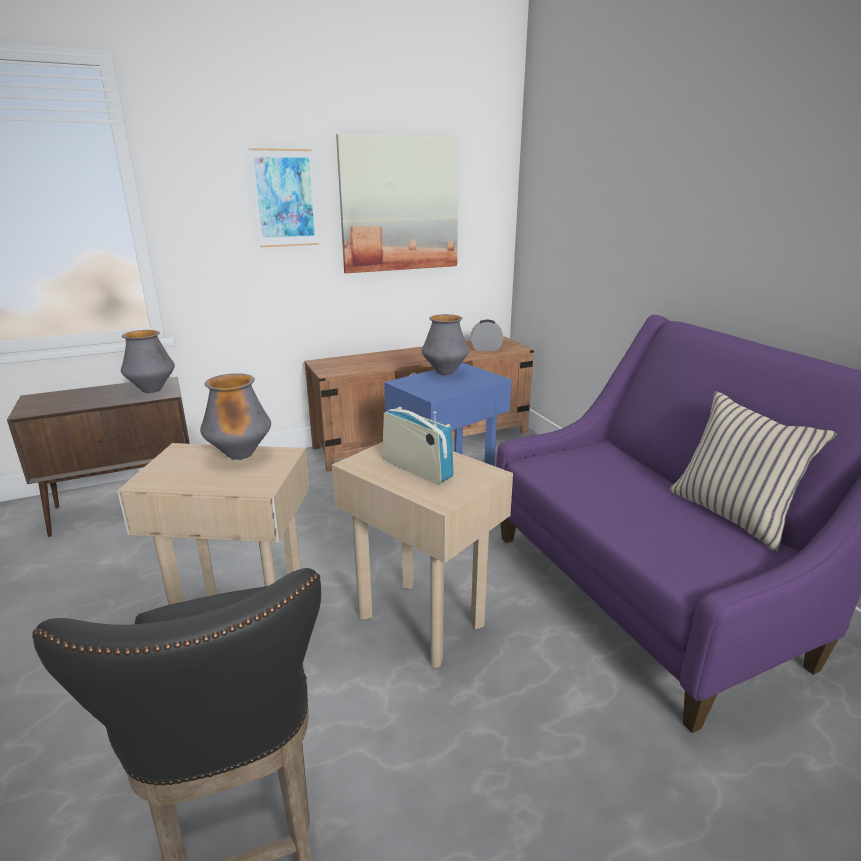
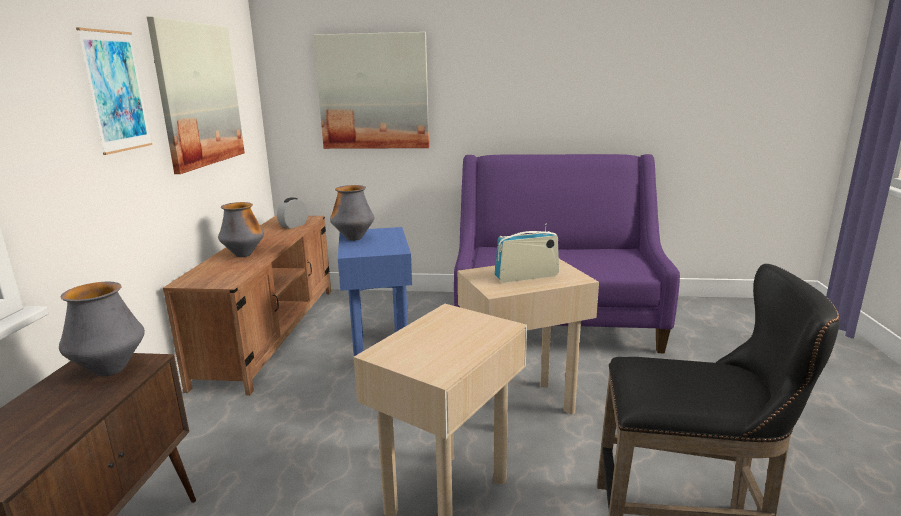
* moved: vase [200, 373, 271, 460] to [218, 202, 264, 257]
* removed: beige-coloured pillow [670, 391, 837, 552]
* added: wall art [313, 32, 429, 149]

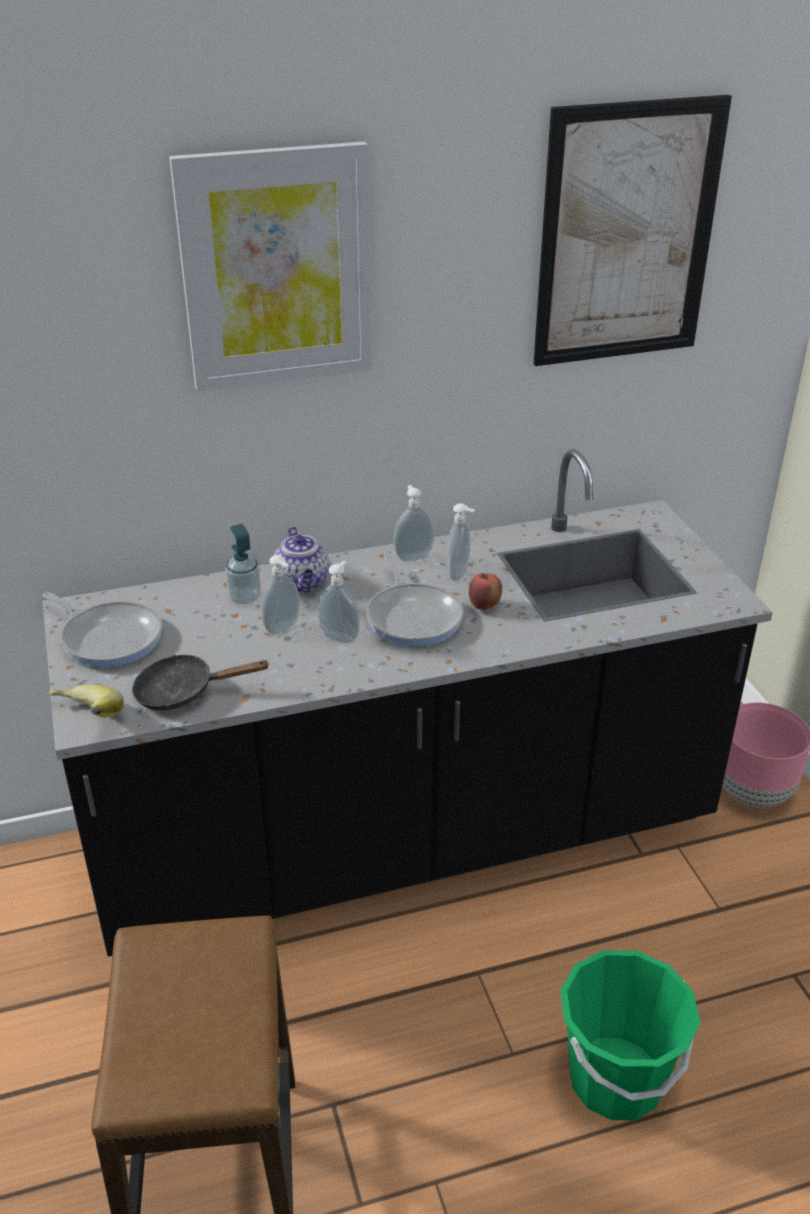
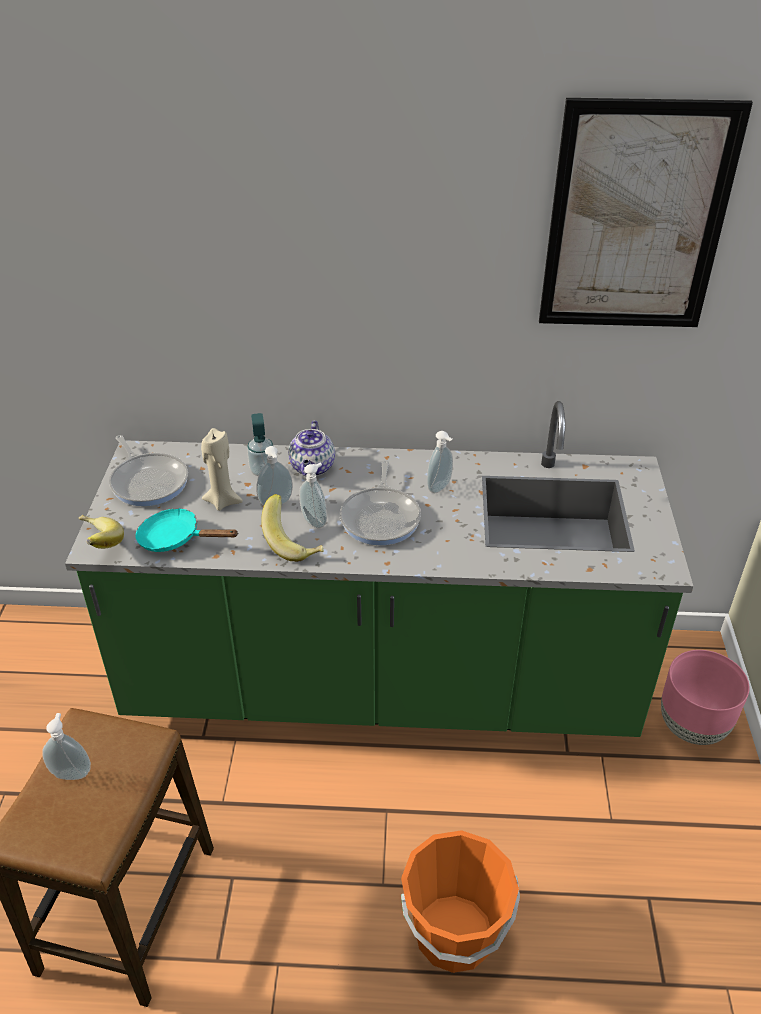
* removed: wall art [169, 142, 372, 391]
* recoloured: blackish kitchen base unit [42, 449, 773, 957] to greenish kitchen base unit [65, 401, 693, 737]
* moved: soap bottle [394, 485, 434, 561] to [42, 713, 91, 780]
* removed: apple [469, 573, 502, 610]
* recoloured: blackish frying pan [132, 655, 270, 710] to blue-green frying pan [136, 508, 238, 552]
* recoloured: greenish pail [560, 951, 700, 1120] to orange-coloured pail [401, 830, 520, 973]
* added: beige-coloured wax light [201, 428, 243, 511]
* added: banana fruit [261, 494, 324, 562]

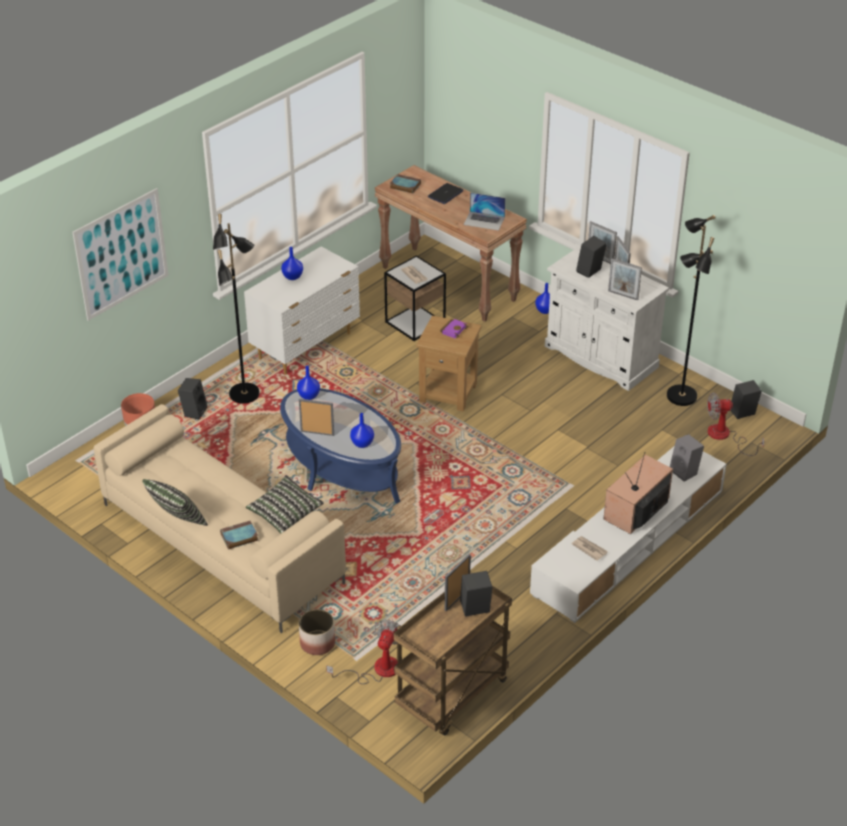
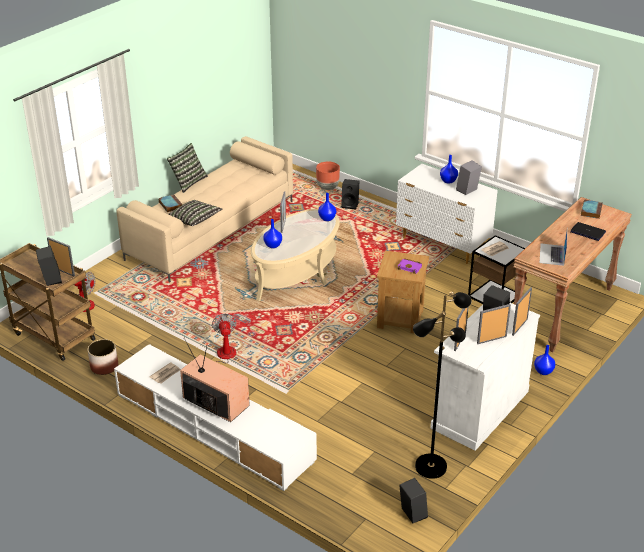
* removed: wall art [72, 188, 169, 321]
* removed: blackish standard lamp [213, 214, 260, 404]
* recoloured: bluish coffee table [280, 388, 401, 504] to beige-coloured coffee table [251, 209, 340, 301]
* moved: electric fan [707, 392, 765, 456] to [190, 313, 237, 363]
* moved: grey audio speaker [670, 434, 704, 482] to [456, 160, 482, 195]
* moved: plant pot [299, 609, 335, 655] to [88, 339, 118, 375]

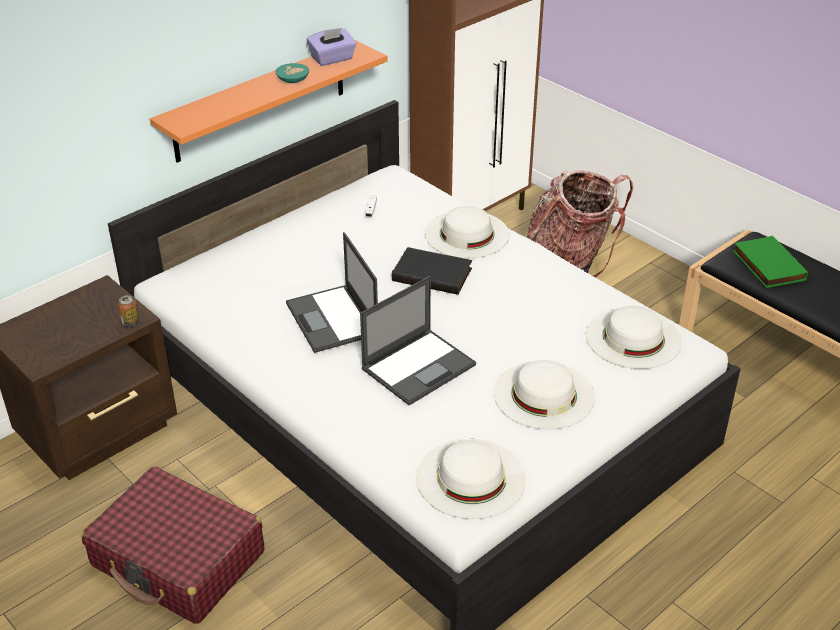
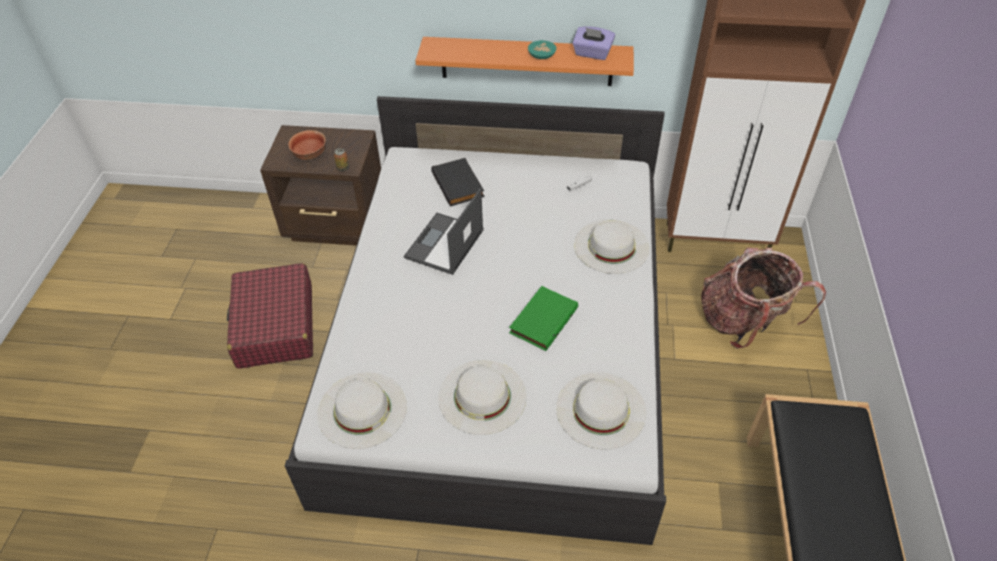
* moved: greenish bound book [733, 236, 808, 288] to [509, 286, 578, 351]
* moved: blackish bound book [392, 247, 472, 295] to [431, 158, 484, 207]
* removed: notebook computer [360, 276, 476, 406]
* added: serving bowl [288, 130, 326, 160]

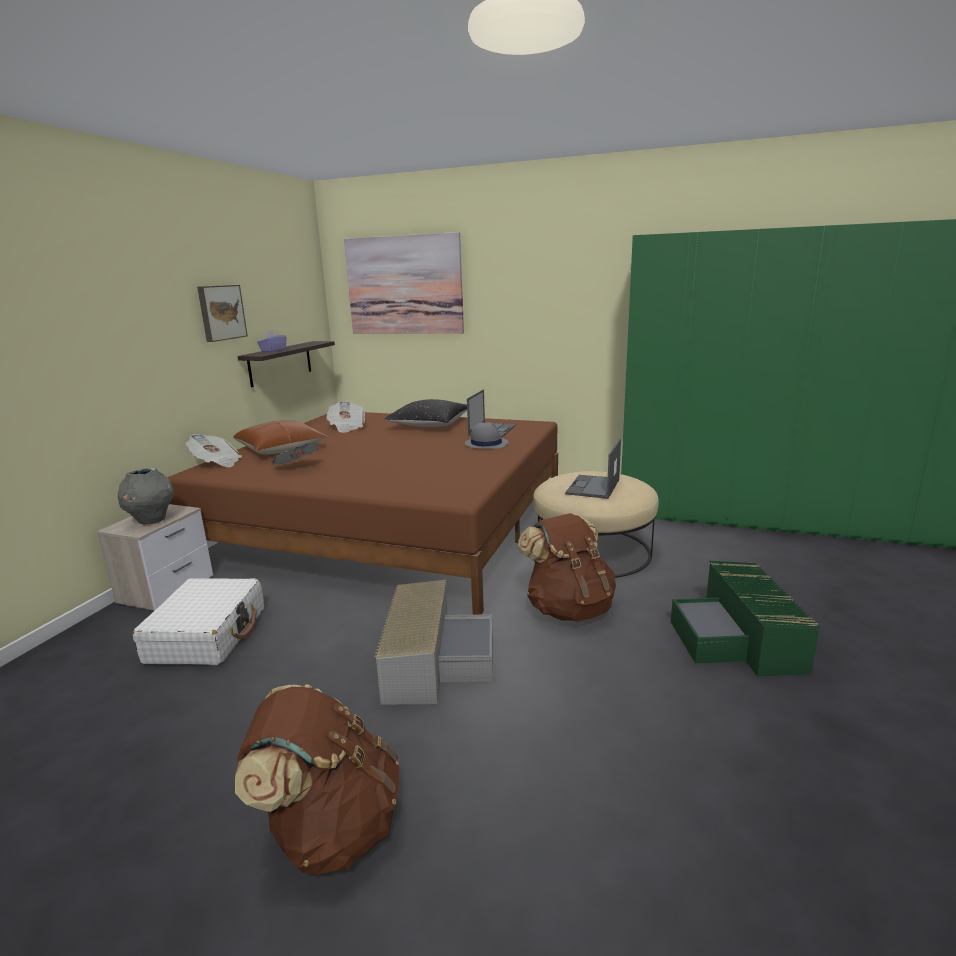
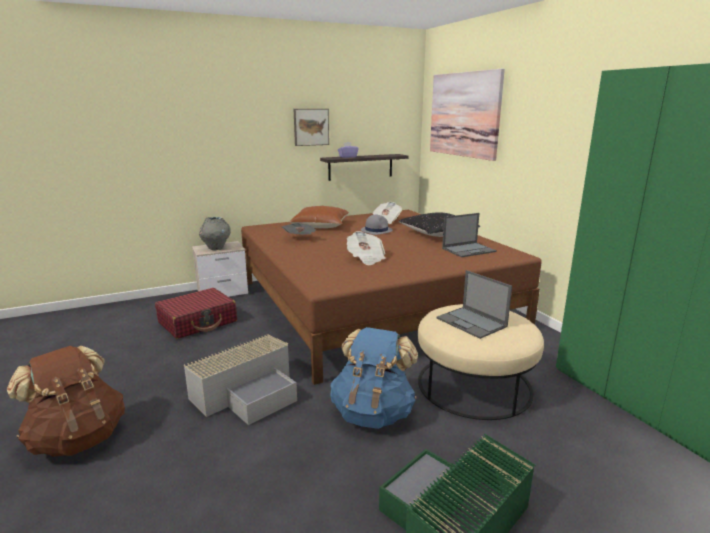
* moved: grey wearable hat [465, 422, 508, 449] to [361, 214, 393, 235]
* moved: printed paper [186, 434, 242, 467] to [347, 231, 386, 265]
* turned: notebook computer [565, 439, 621, 499] = [436, 270, 512, 339] 105 degrees counterclockwise
* recoloured: brown-coloured backpack [518, 513, 616, 622] to bluish backpack [330, 327, 418, 429]
* recoloured: white-coloured piece of luggage [133, 578, 264, 665] to reddish piece of luggage [155, 288, 237, 339]

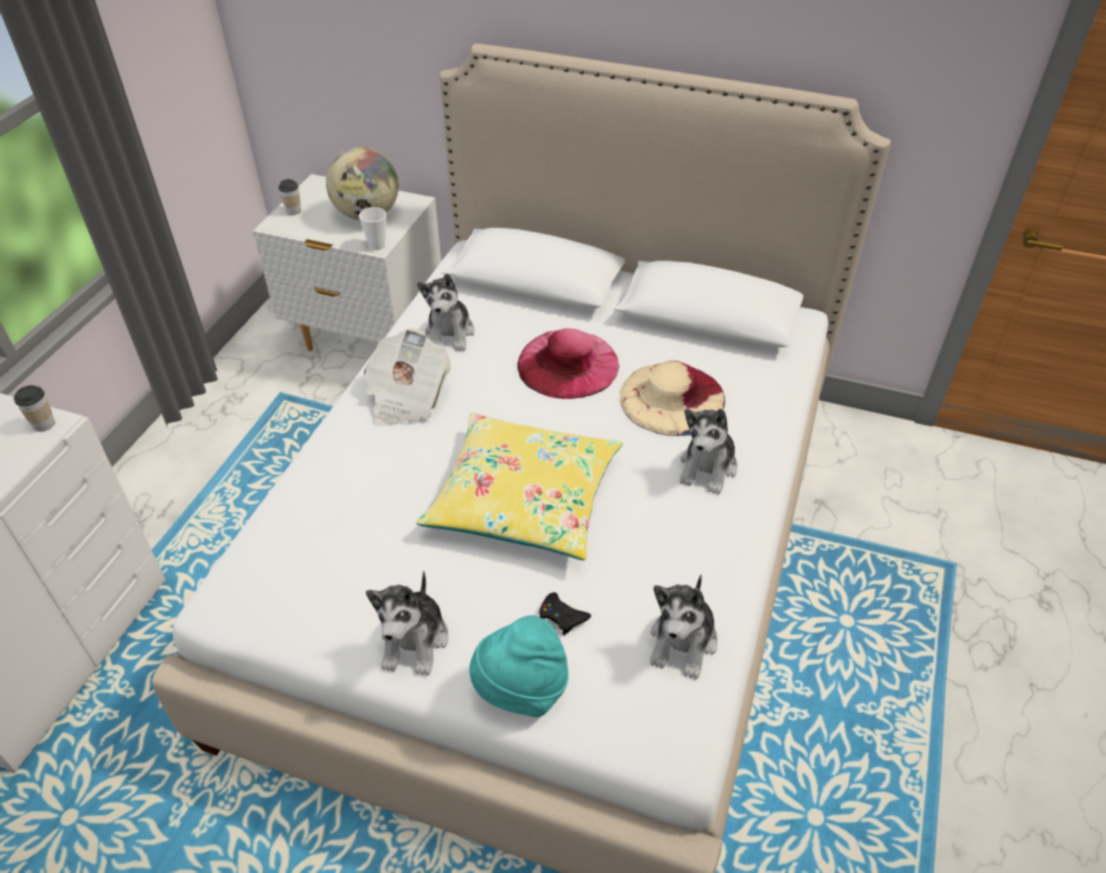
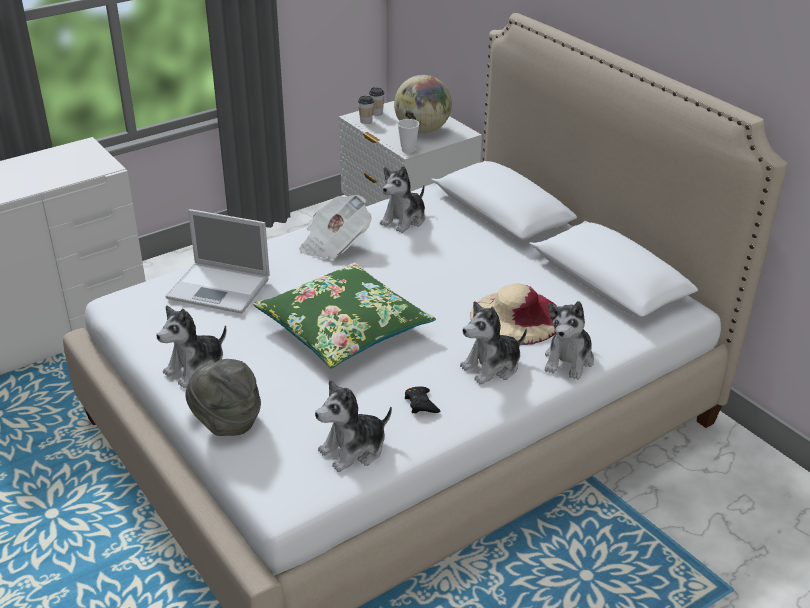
* removed: pinkish wearable hat [518, 328, 620, 399]
* moved: drinking cup [14, 385, 55, 432] to [358, 96, 374, 124]
* recoloured: yellow pillow [416, 413, 623, 560] to greenish pillow [253, 262, 436, 368]
* moved: blackish gamepad [539, 592, 591, 635] to [405, 387, 440, 414]
* recoloured: blue-green wearable hat [470, 615, 569, 717] to grey wearable hat [186, 359, 261, 436]
* added: notebook computer [165, 209, 270, 314]
* added: cuddly toy [545, 301, 594, 380]

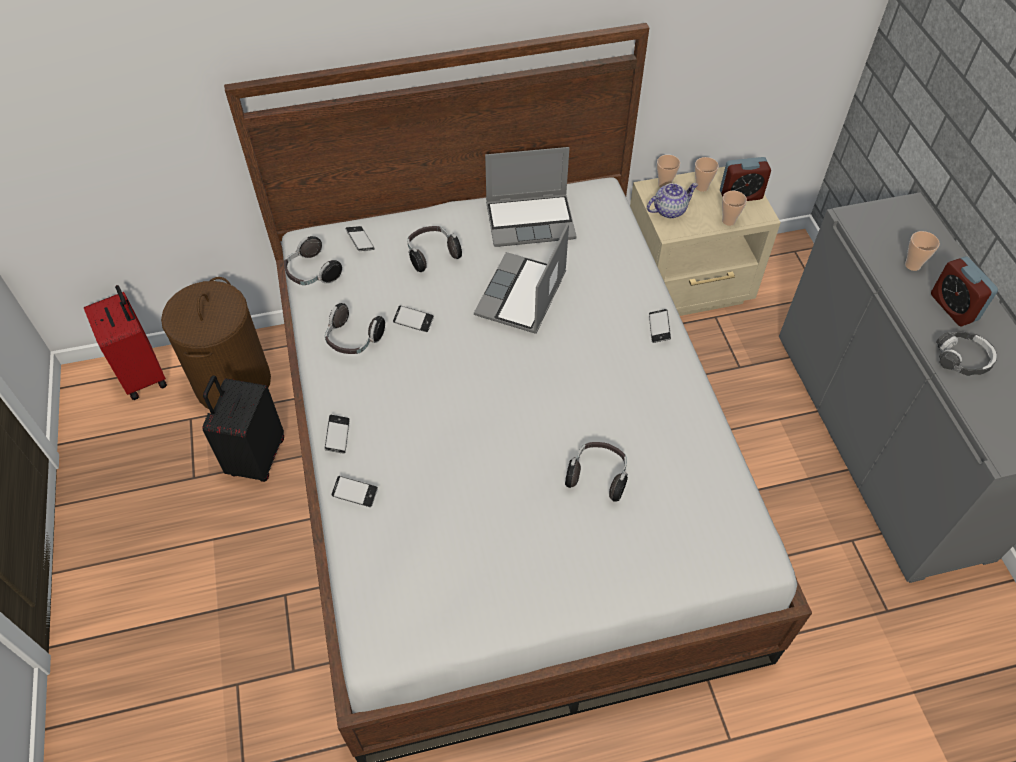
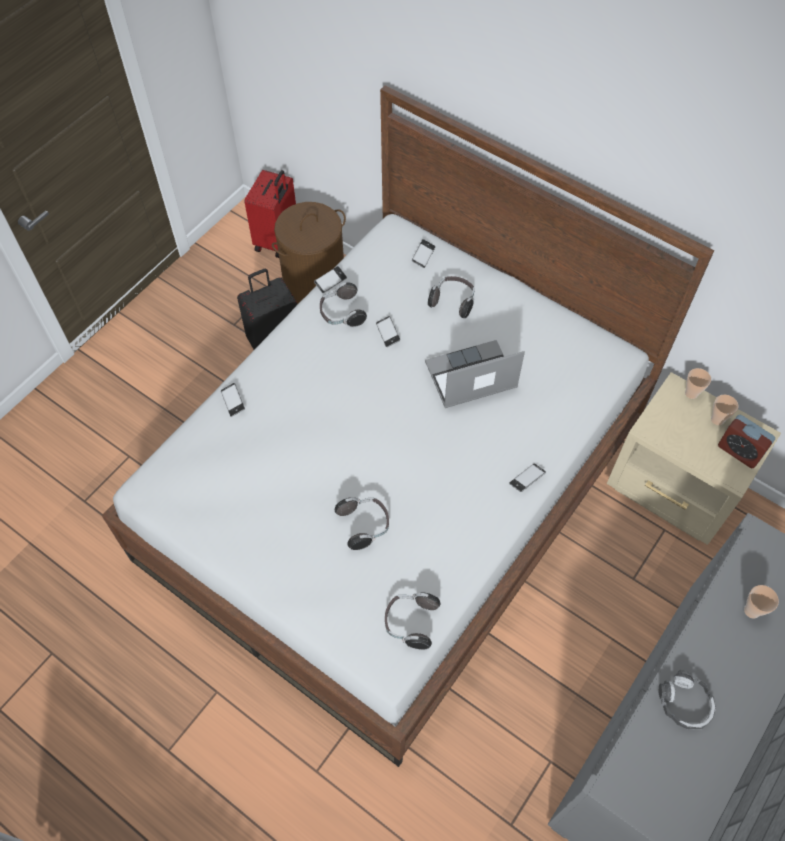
* removed: notebook computer [485, 147, 577, 247]
* removed: pot for tea [647, 183, 698, 218]
* removed: drinking cup [722, 191, 747, 226]
* moved: headset [284, 236, 342, 285] to [385, 592, 440, 650]
* removed: table clock [931, 256, 998, 327]
* moved: phone [325, 415, 350, 454] to [314, 266, 347, 293]

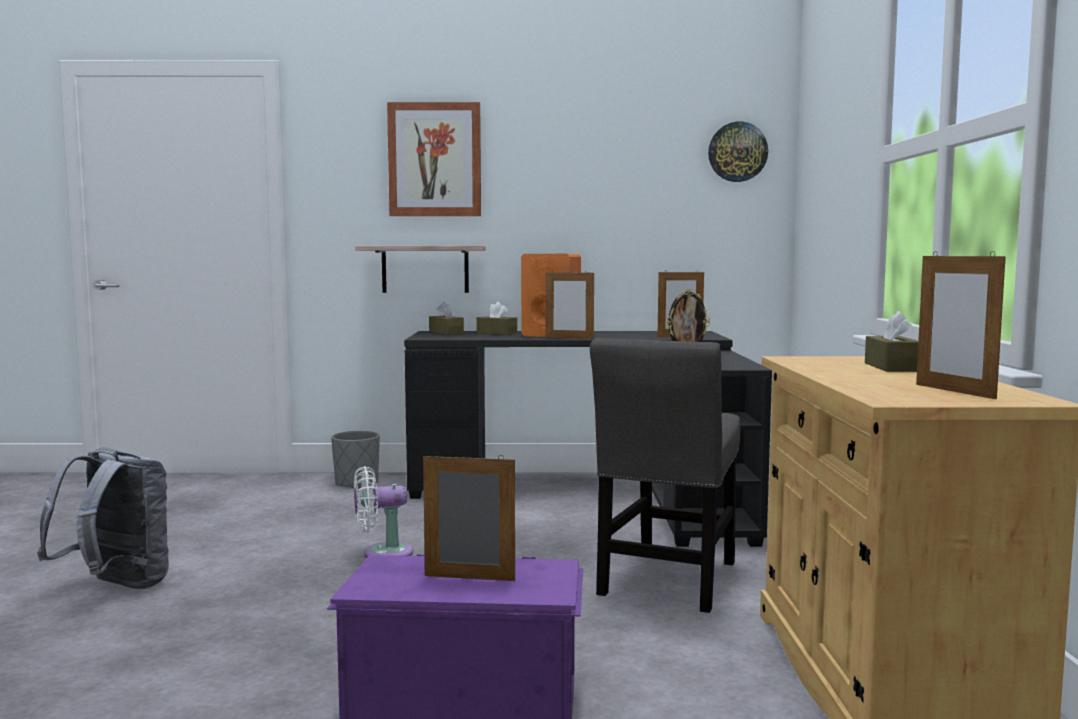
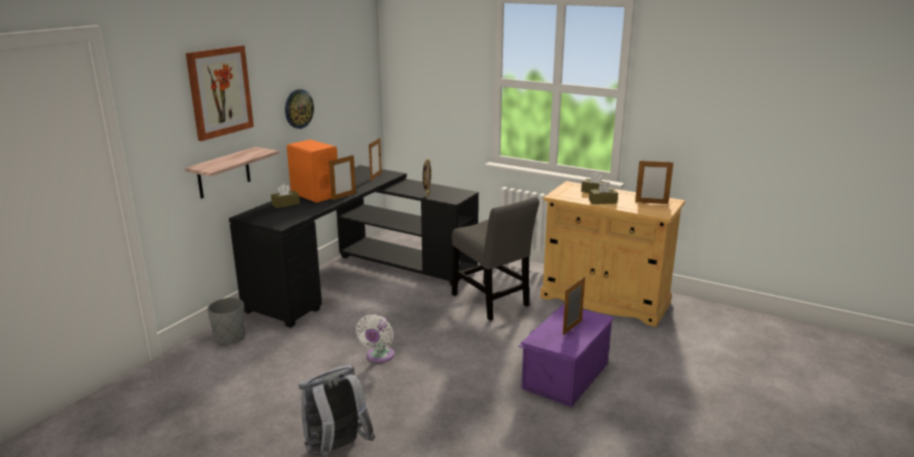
* moved: wall clock [708, 122, 768, 182] to [285, 89, 314, 129]
* moved: brown-coloured box of tissues [429, 302, 464, 335] to [589, 181, 618, 204]

